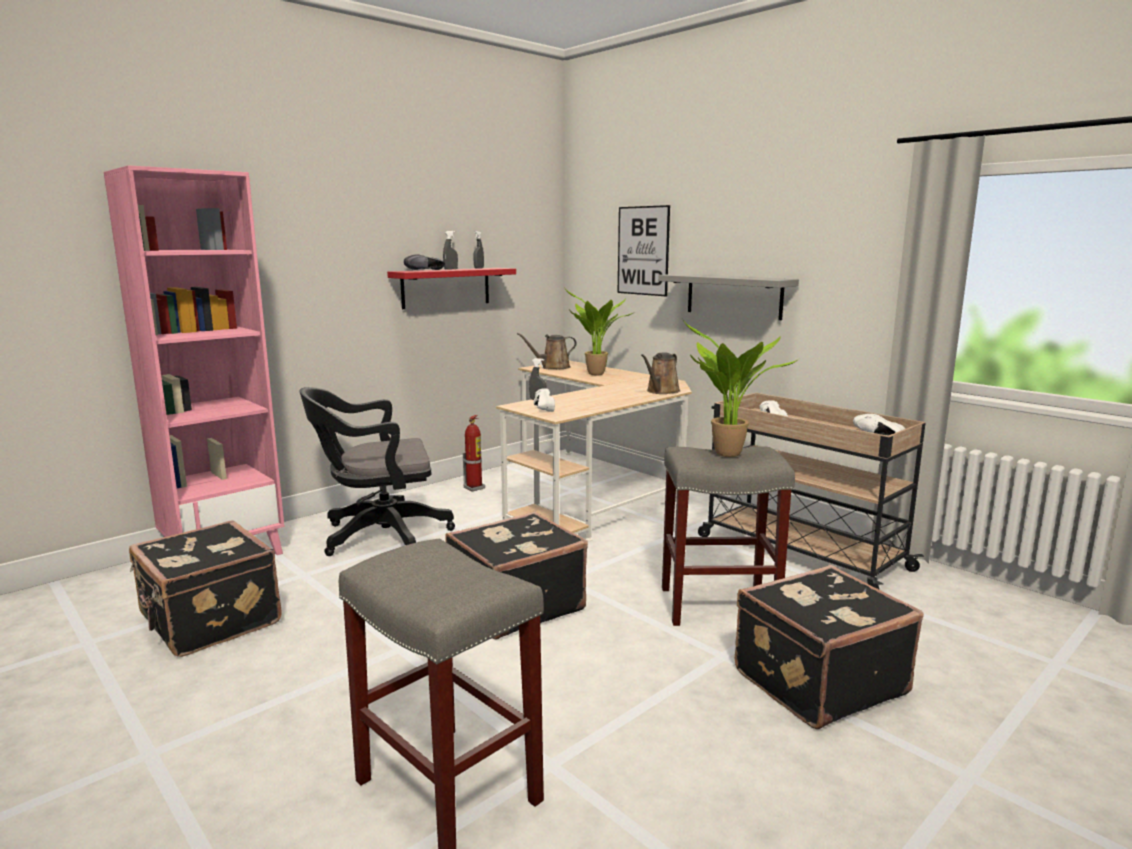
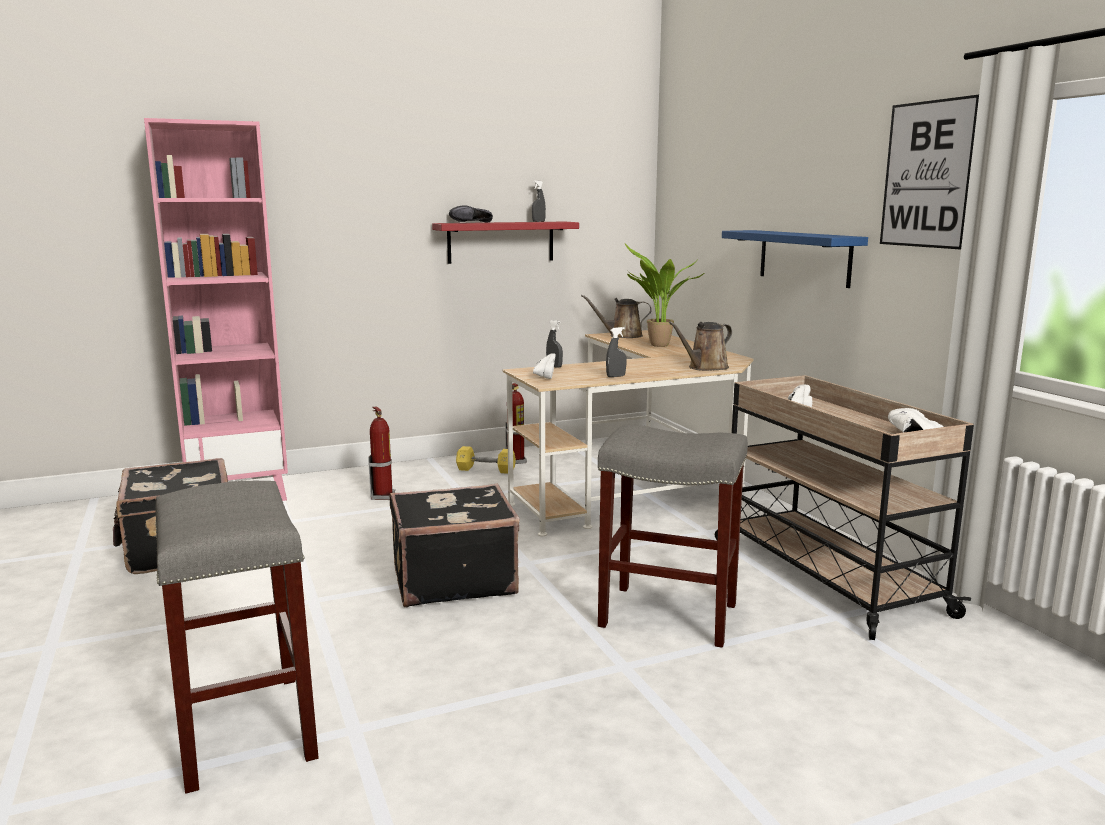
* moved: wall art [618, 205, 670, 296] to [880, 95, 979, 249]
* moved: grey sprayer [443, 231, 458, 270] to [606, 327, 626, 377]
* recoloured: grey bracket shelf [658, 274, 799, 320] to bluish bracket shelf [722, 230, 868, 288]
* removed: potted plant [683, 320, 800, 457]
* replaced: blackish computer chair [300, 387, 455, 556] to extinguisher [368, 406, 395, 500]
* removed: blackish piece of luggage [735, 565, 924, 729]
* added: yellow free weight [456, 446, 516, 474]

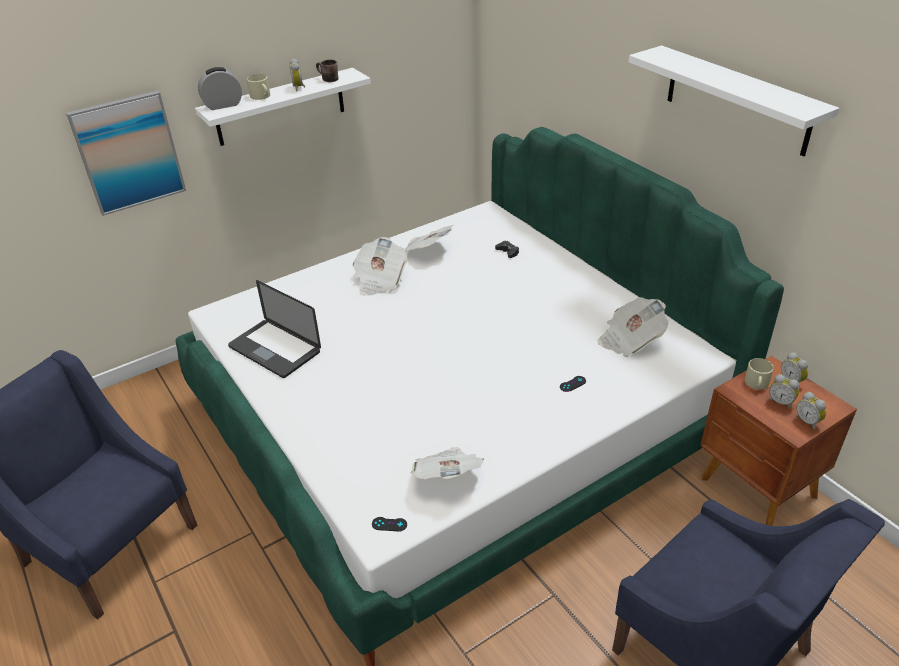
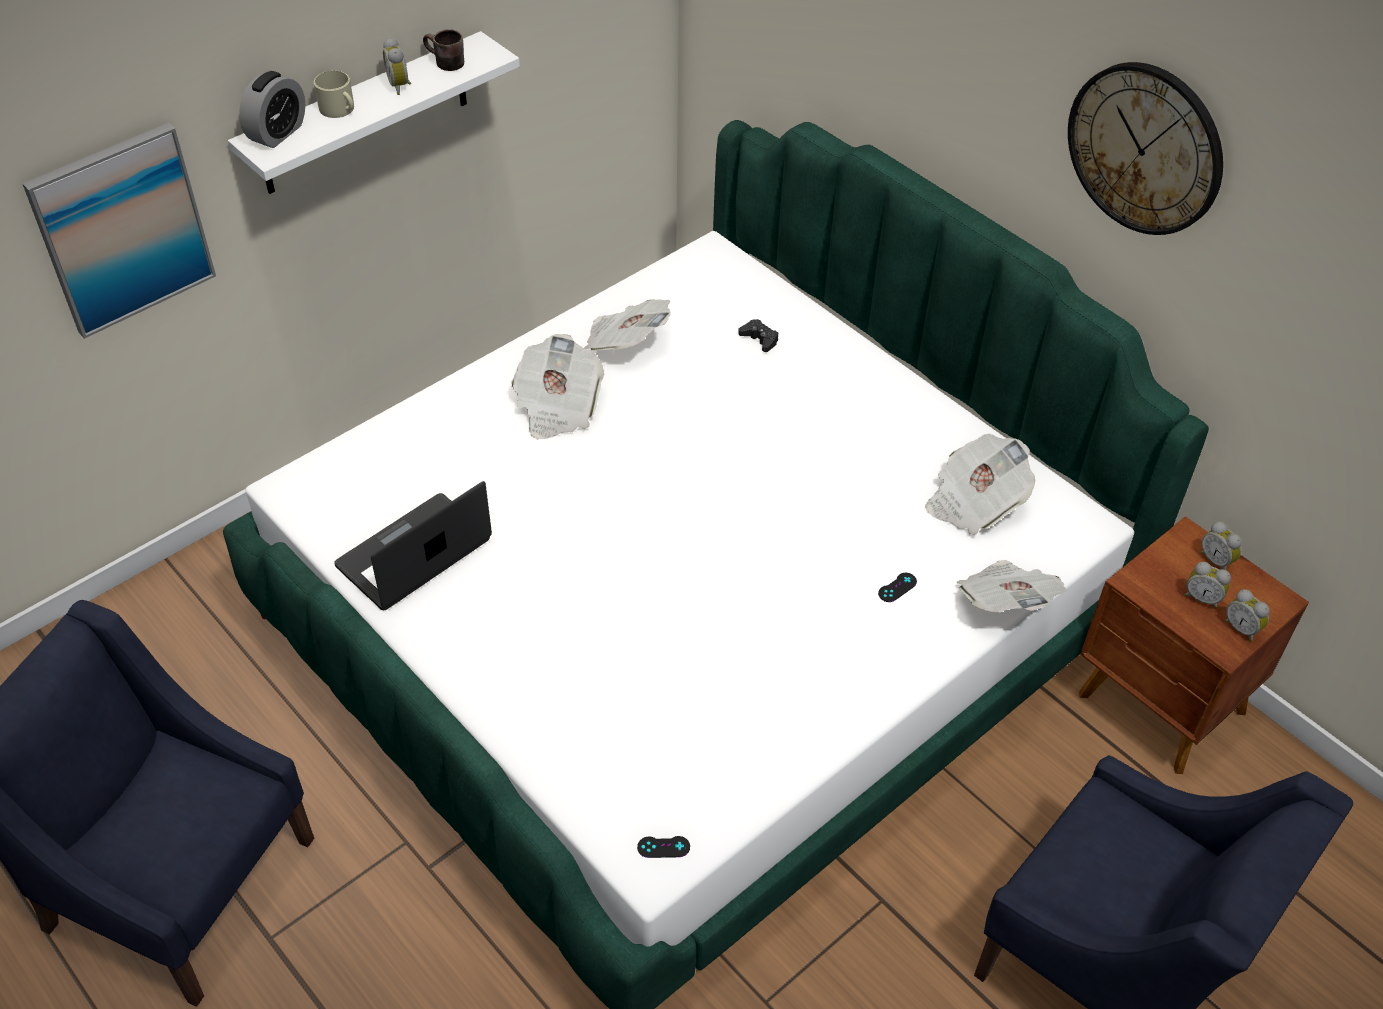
* replaced: white-coloured bracket shelf [629, 45, 839, 157] to wall clock [1068, 62, 1223, 235]
* turned: table clock [198, 67, 242, 110] = [239, 71, 305, 148] 150 degrees clockwise
* turned: notebook computer [228, 280, 321, 378] = [334, 481, 492, 610] 105 degrees clockwise
* removed: beige-coloured coffee mug [745, 358, 774, 390]
* moved: printed paper [411, 447, 485, 479] to [957, 560, 1067, 612]

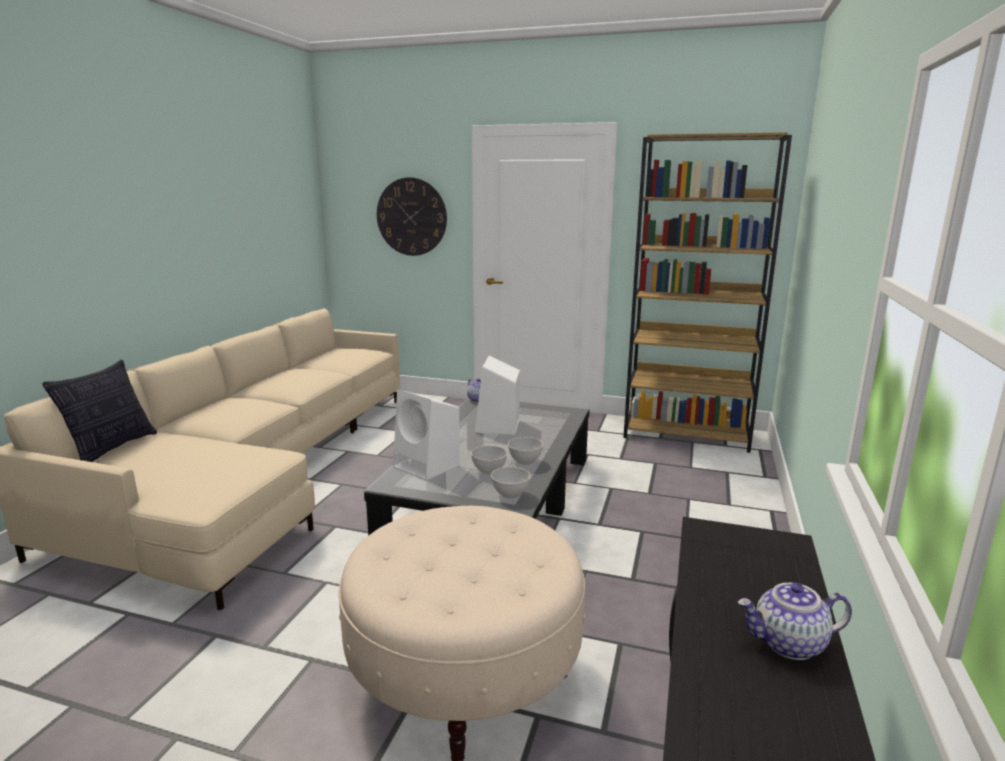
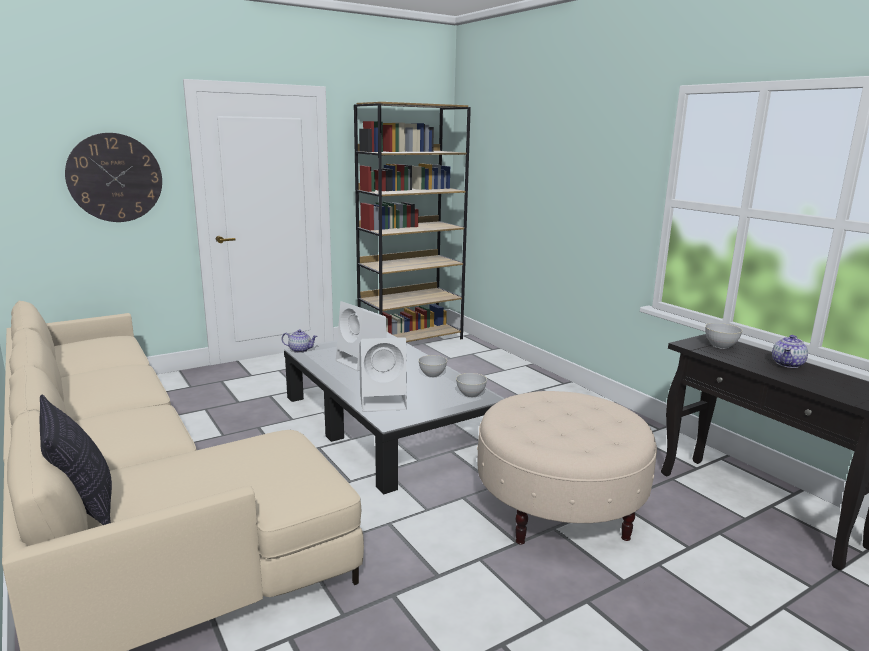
* moved: grey serving bowl [471, 446, 507, 475] to [705, 323, 743, 349]

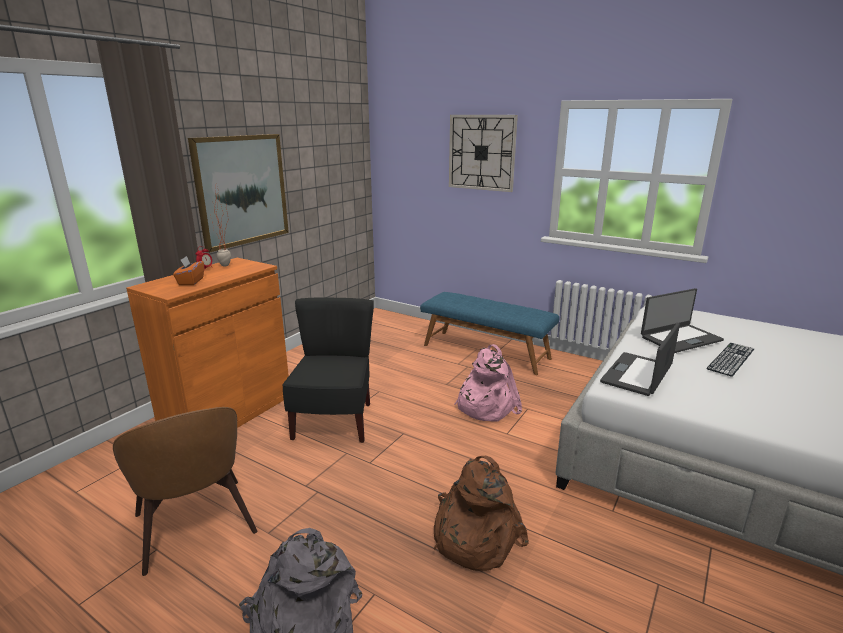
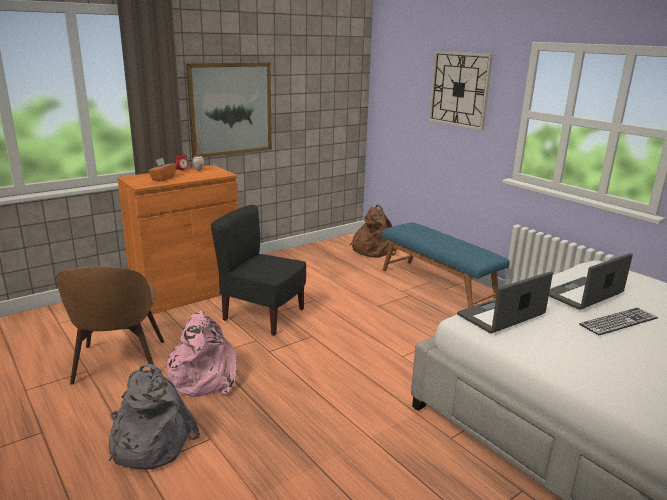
* turned: notebook computer [641, 288, 724, 353] = [549, 253, 633, 310] 150 degrees clockwise
* turned: blackish plain chair [283, 297, 374, 443] = [211, 205, 306, 336] 90 degrees counterclockwise
* moved: pinkish backpack [454, 344, 522, 422] to [164, 311, 237, 397]
* moved: brown-coloured backpack [433, 456, 529, 571] to [350, 204, 397, 258]

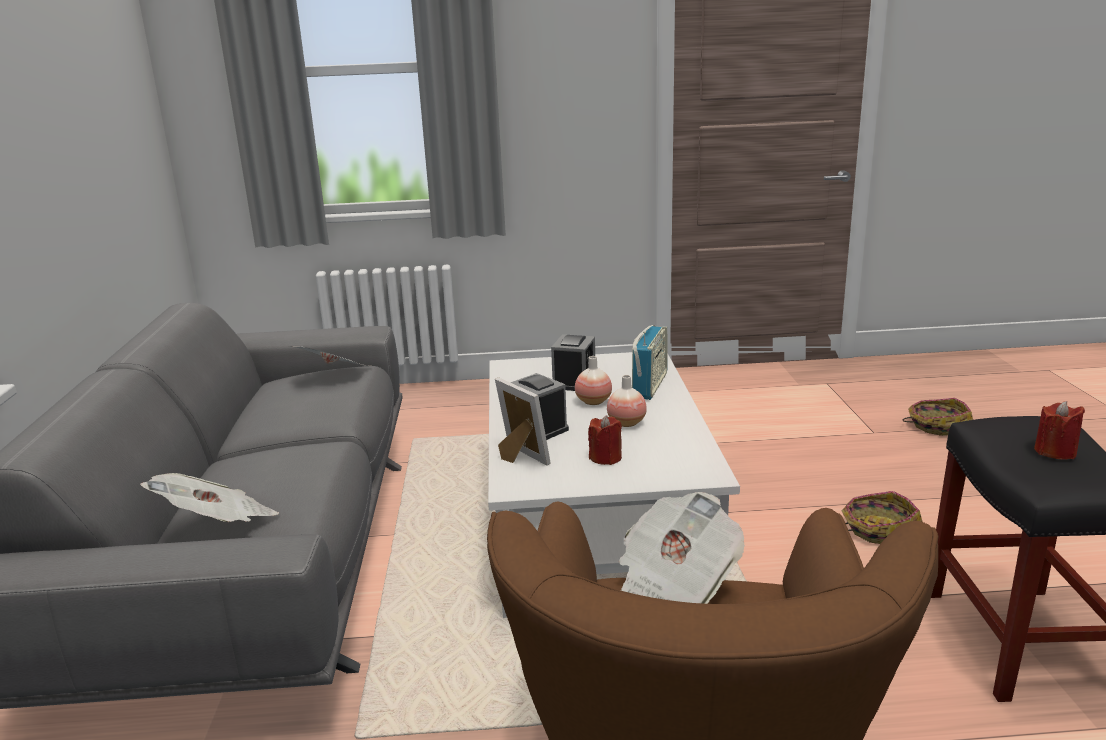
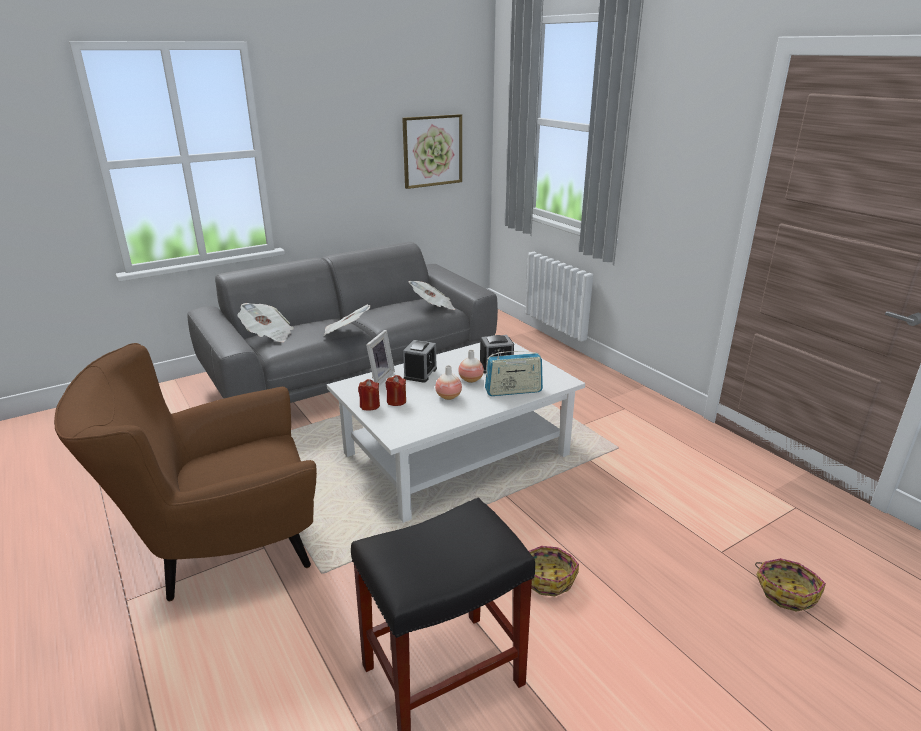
* moved: reddish wax light [1034, 401, 1085, 460] to [358, 379, 380, 411]
* moved: printed paper [619, 492, 745, 604] to [325, 304, 371, 335]
* added: wall art [402, 114, 462, 189]

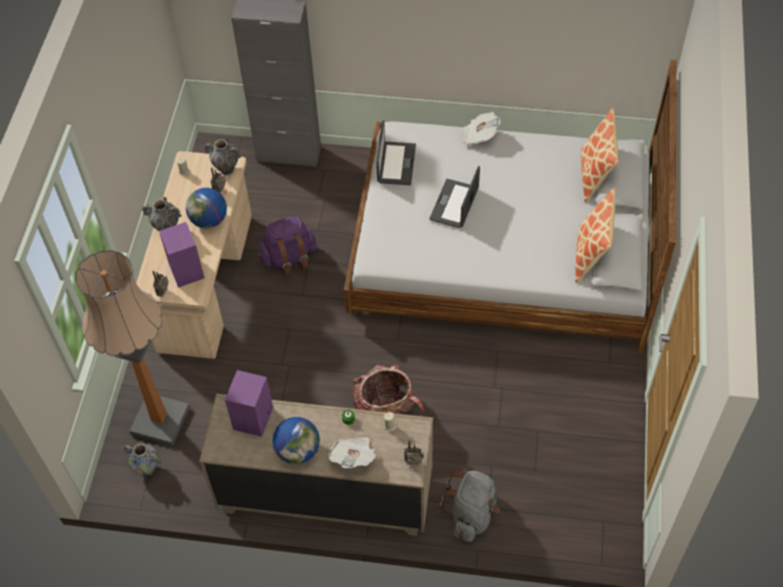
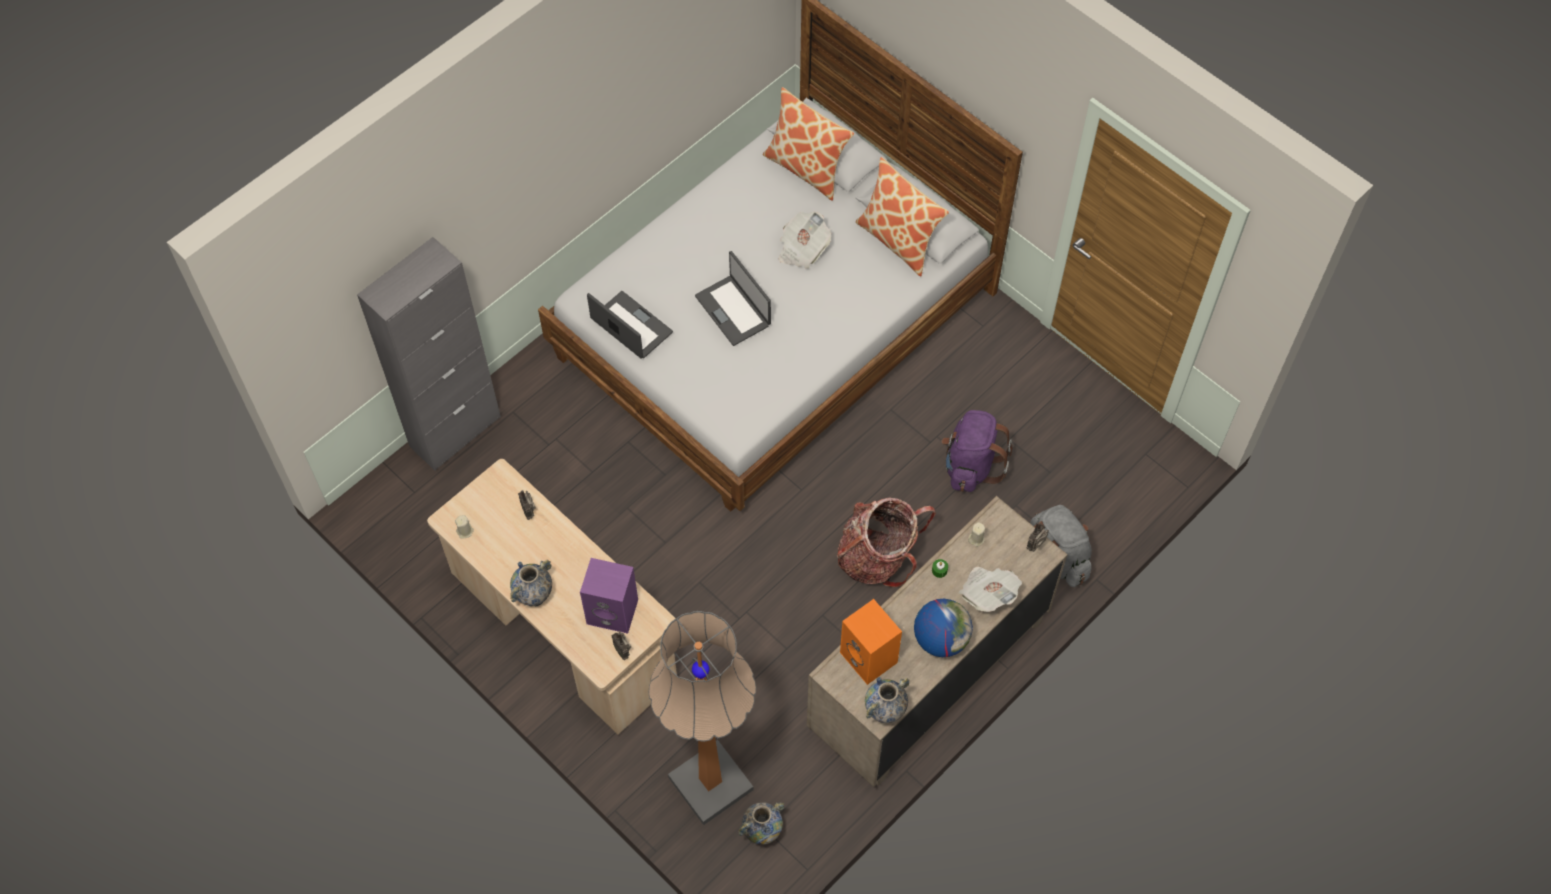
* moved: printed paper [459, 112, 501, 146] to [779, 212, 831, 269]
* moved: vase [204, 137, 241, 175] to [865, 677, 909, 723]
* removed: globe [186, 188, 227, 228]
* moved: purple backpack [258, 217, 317, 276] to [942, 410, 1012, 492]
* recoloured: purple audio speaker [225, 370, 273, 437] to orange-coloured audio speaker [840, 599, 902, 685]

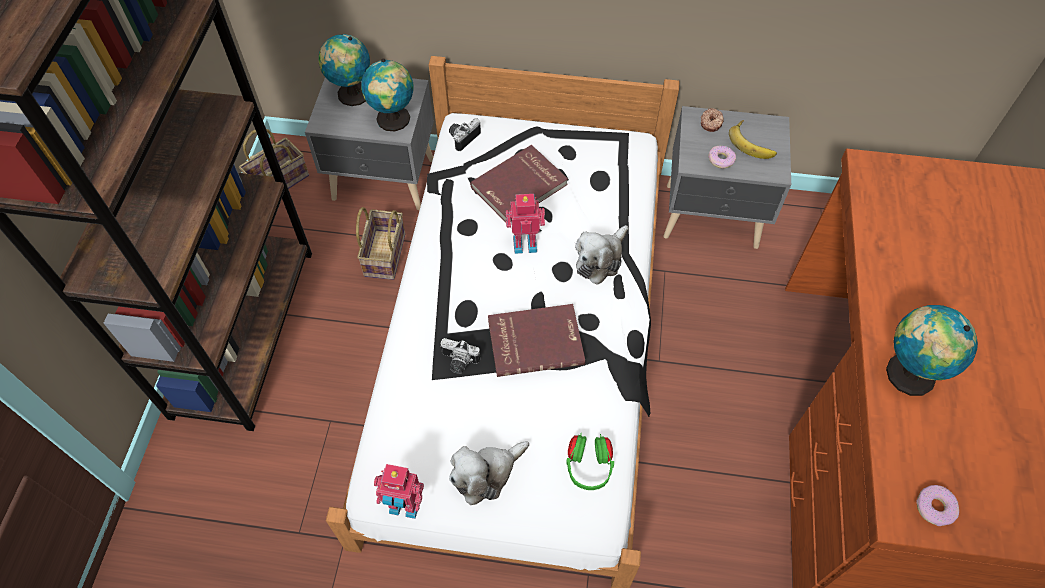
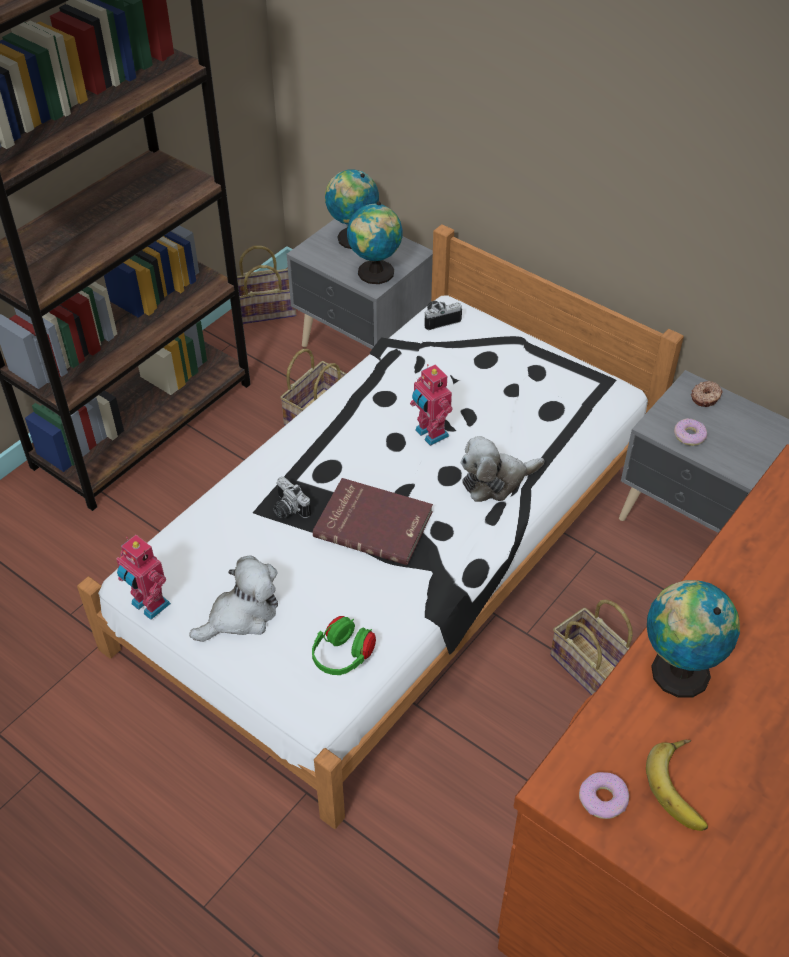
* moved: banana fruit [729, 120, 777, 159] to [646, 740, 708, 831]
* removed: reddish bound book [470, 145, 568, 222]
* turned: toy robot [506, 194, 545, 254] = [410, 364, 453, 446] 150 degrees counterclockwise
* turned: cuddly toy [449, 441, 529, 505] = [189, 555, 278, 642] 150 degrees clockwise
* added: household basket [550, 600, 633, 695]

